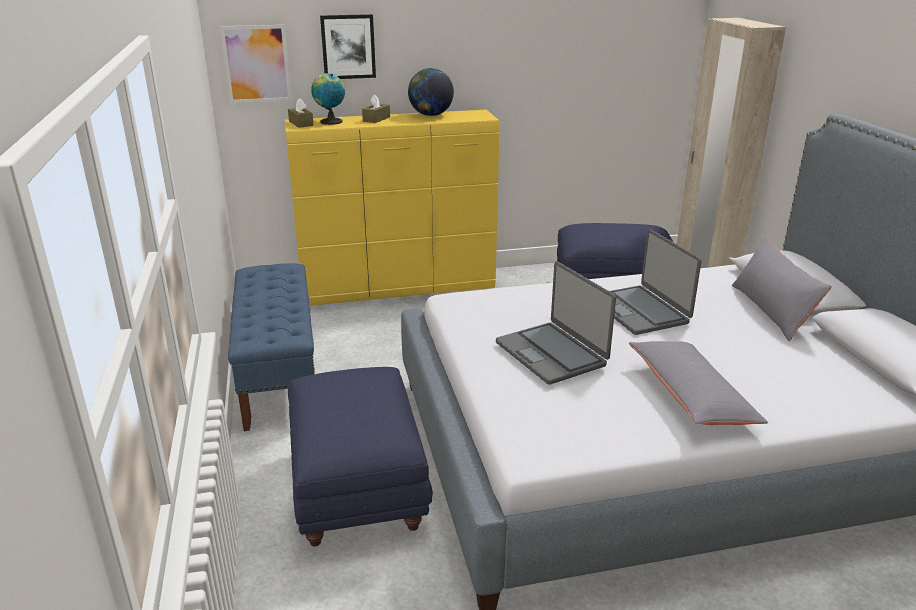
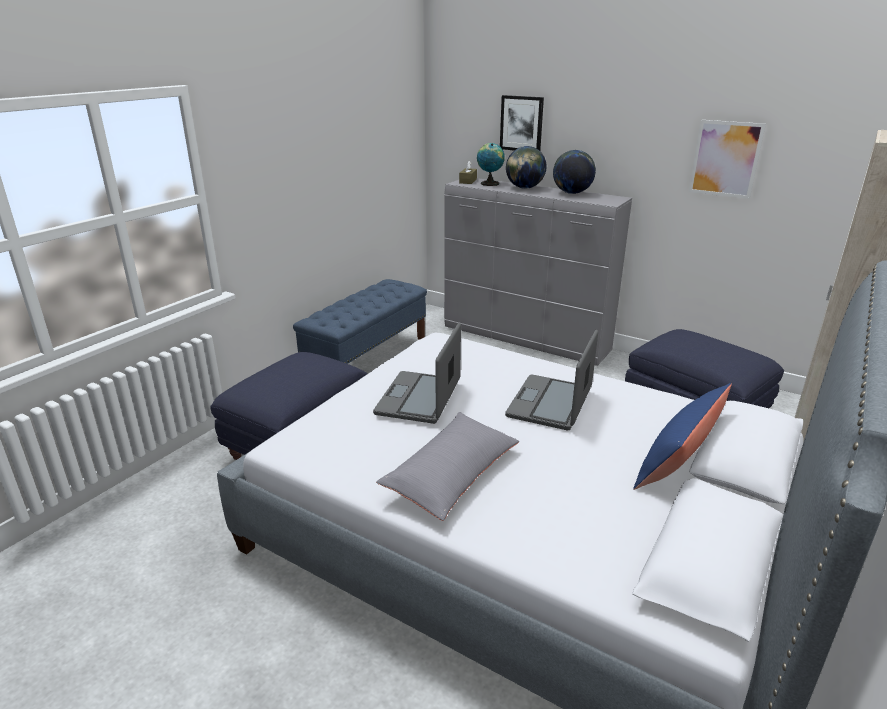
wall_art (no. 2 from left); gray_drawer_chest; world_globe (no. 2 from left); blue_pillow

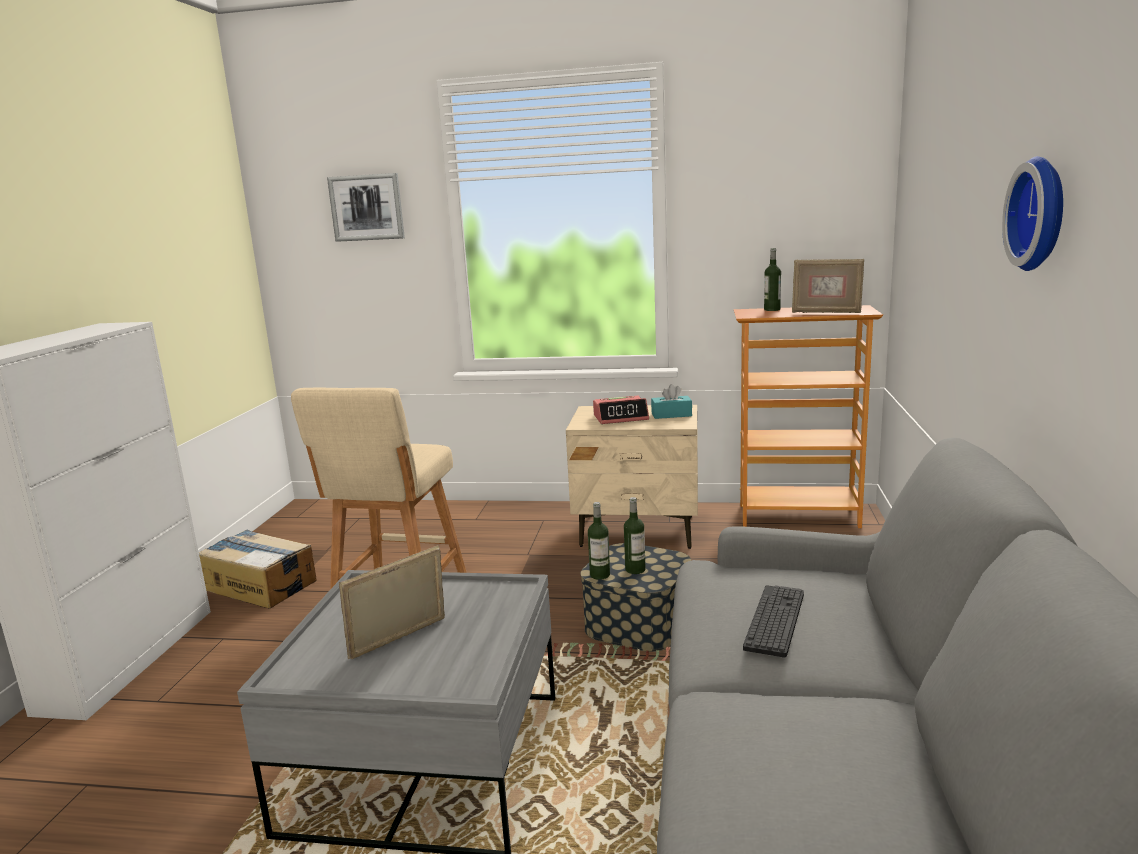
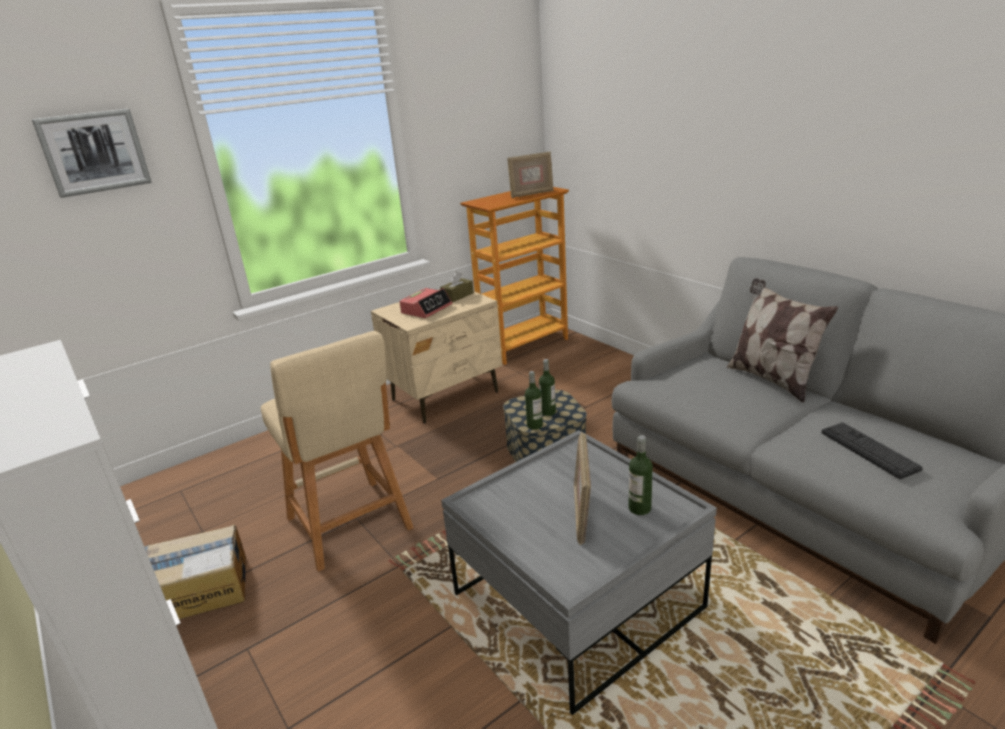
brownish_box_of_tissues; computer_keyboard; beverage_bottle (no. 3 from left); wall_clock; pillow

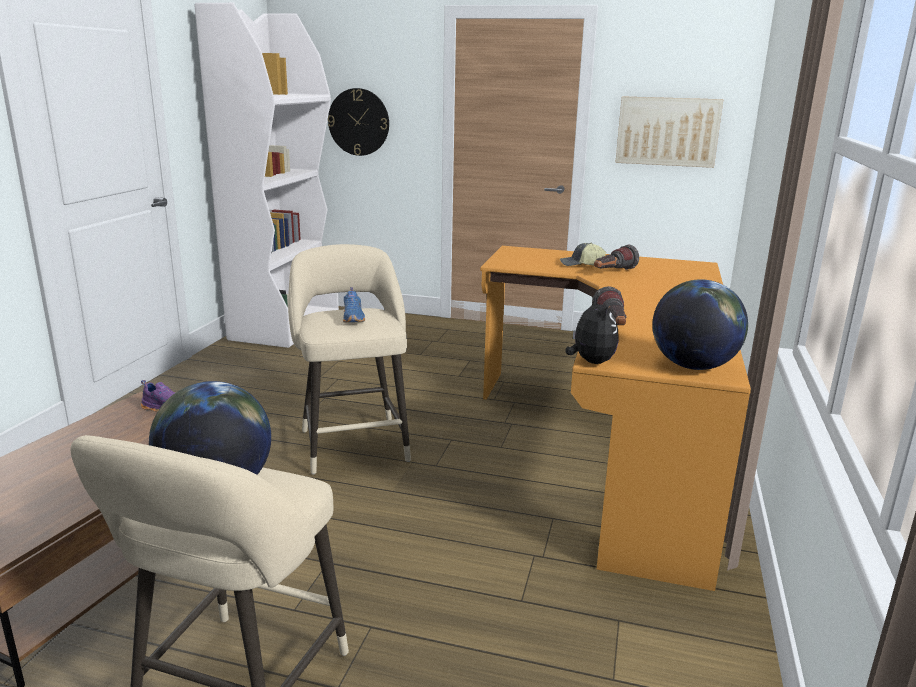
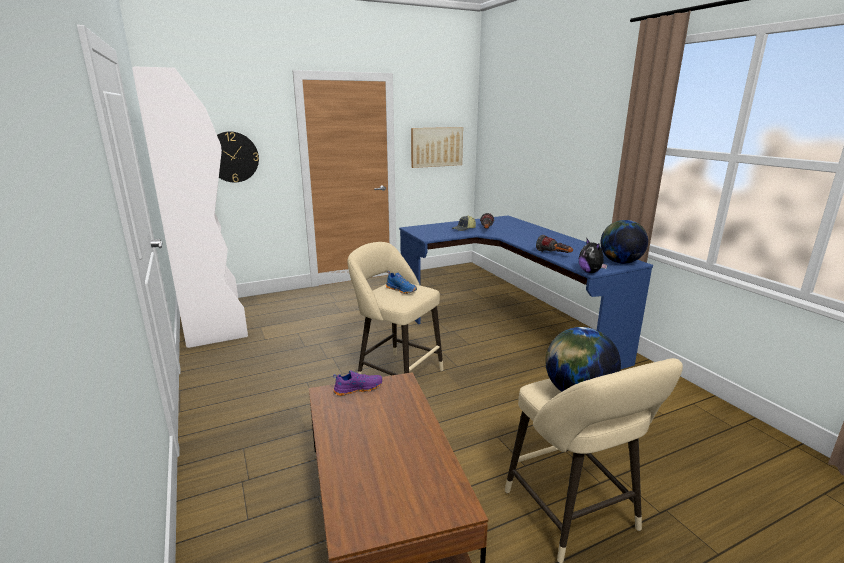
blue_desk_unit; soft_toy

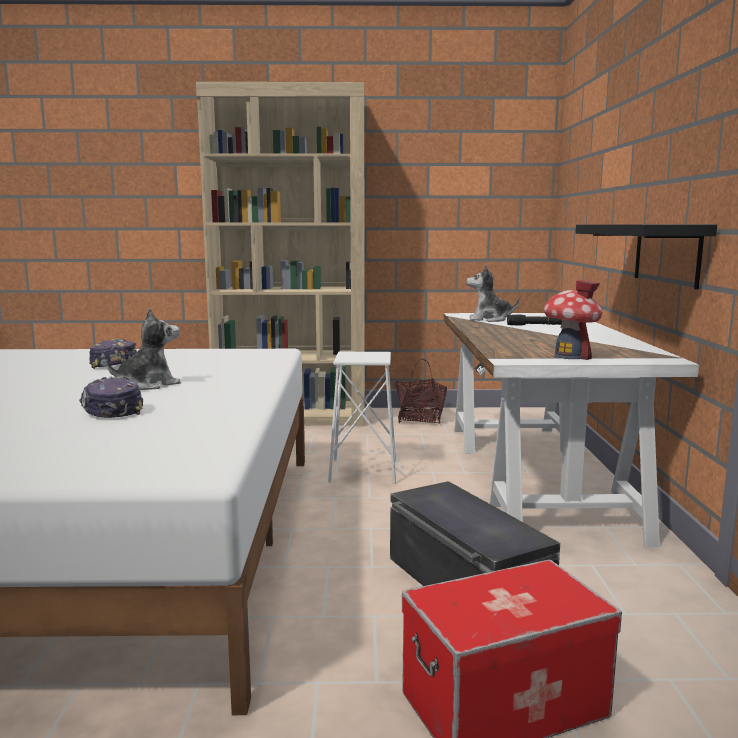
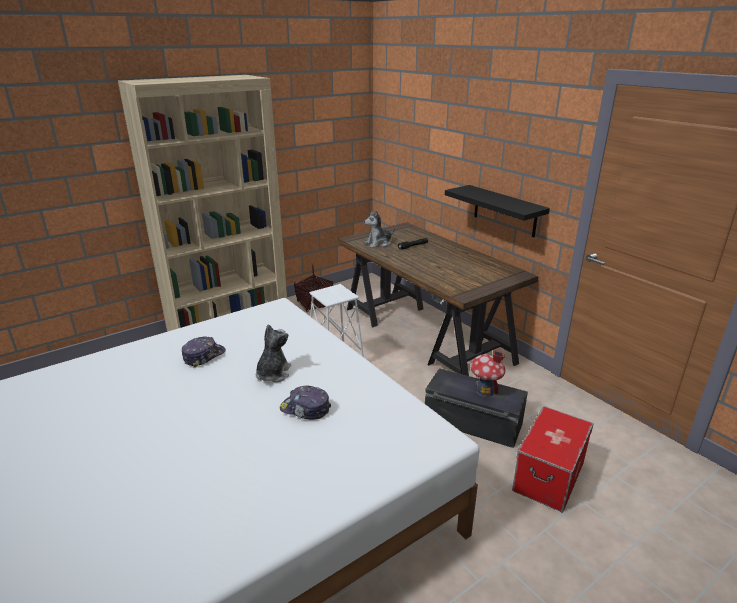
brownish_desk_unit; model_house

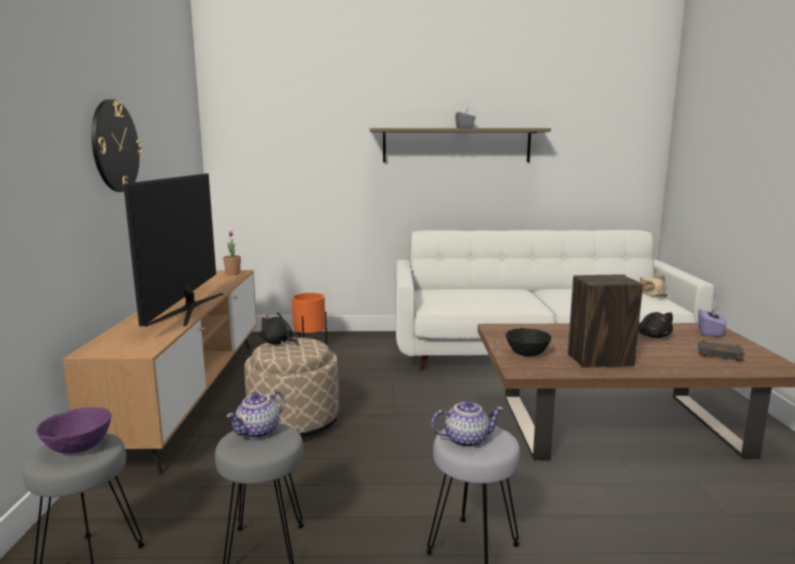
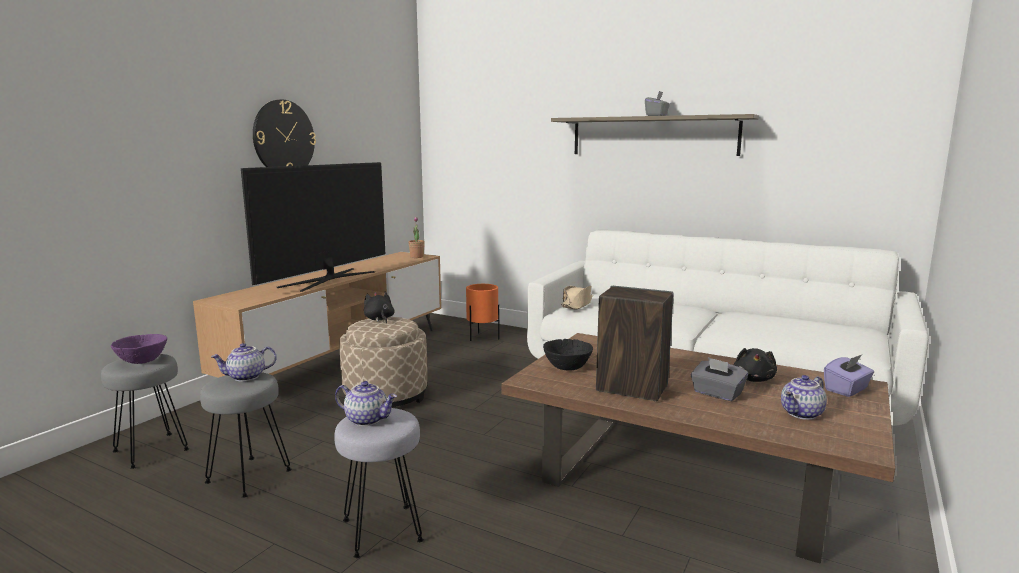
beige-coloured_hat; teapot (no. 3 from left); gray_box_of_tissues (no. 2 from left)

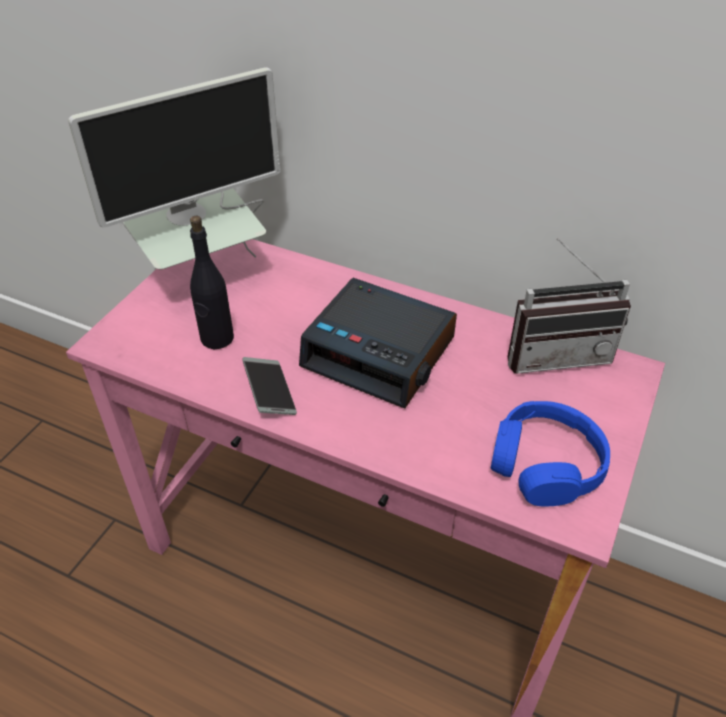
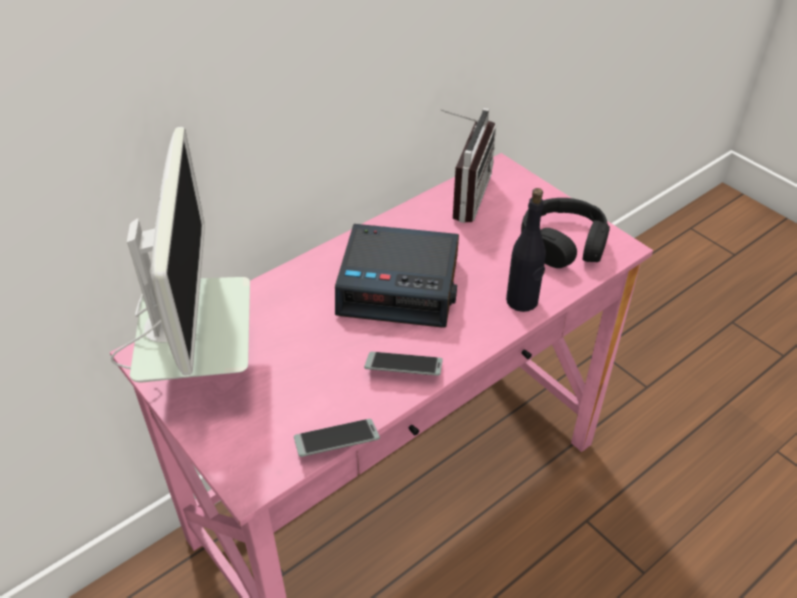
blackish_beverage_bottle; table_clock; blackish_headphones; handset (no. 1 from left)

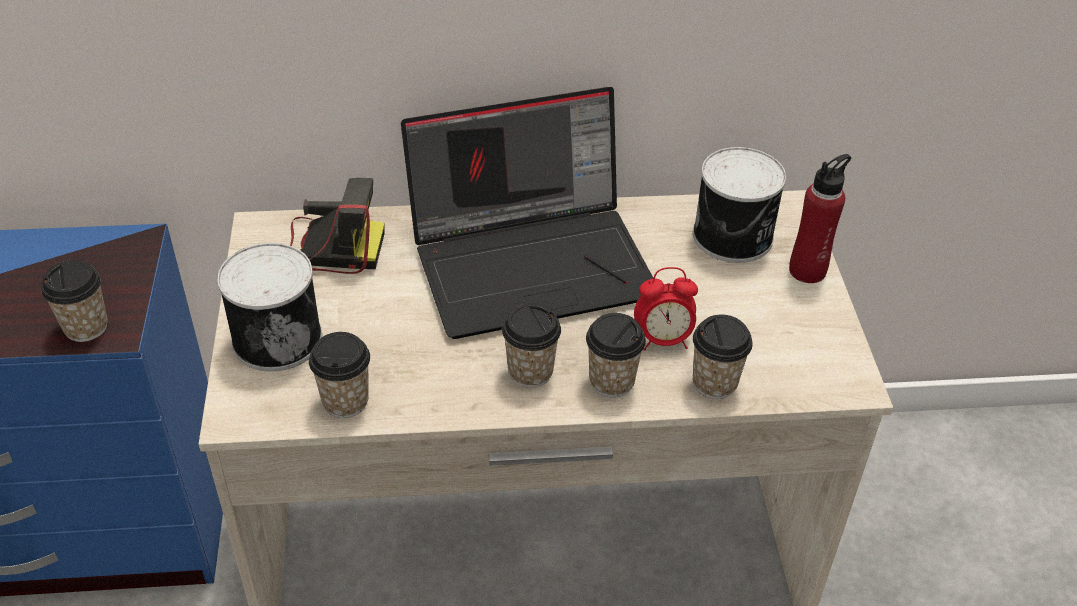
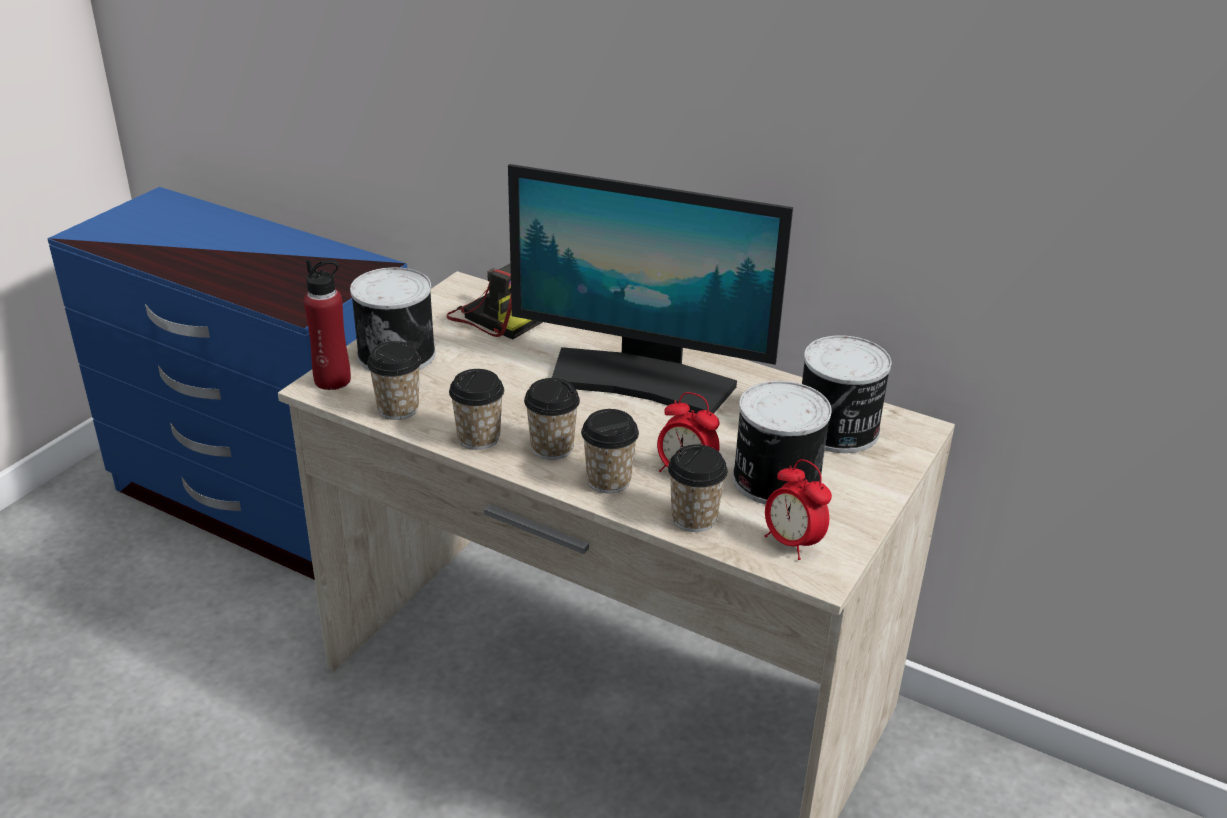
small_cup (no. 2 from left); monitor; red-coloured_beverage_bottle; metal_can (no. 2 from left); table_clock (no. 2 from left)

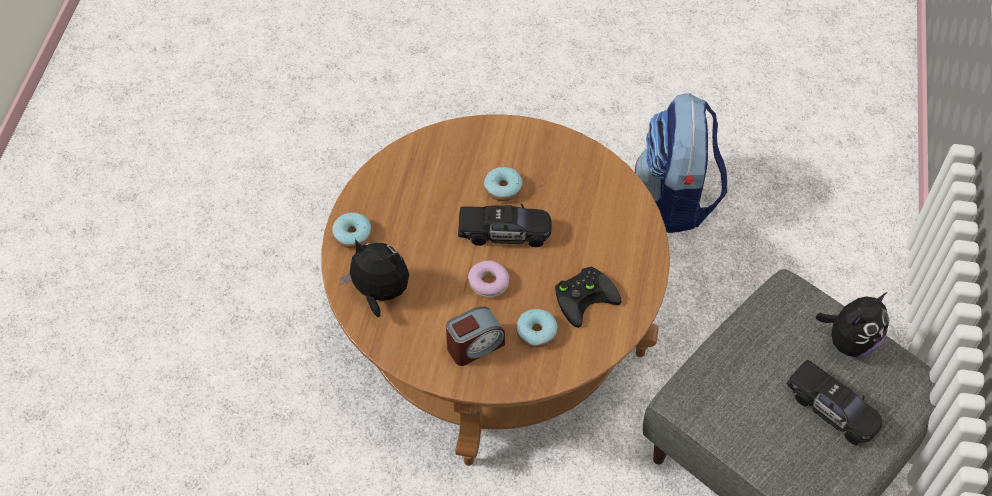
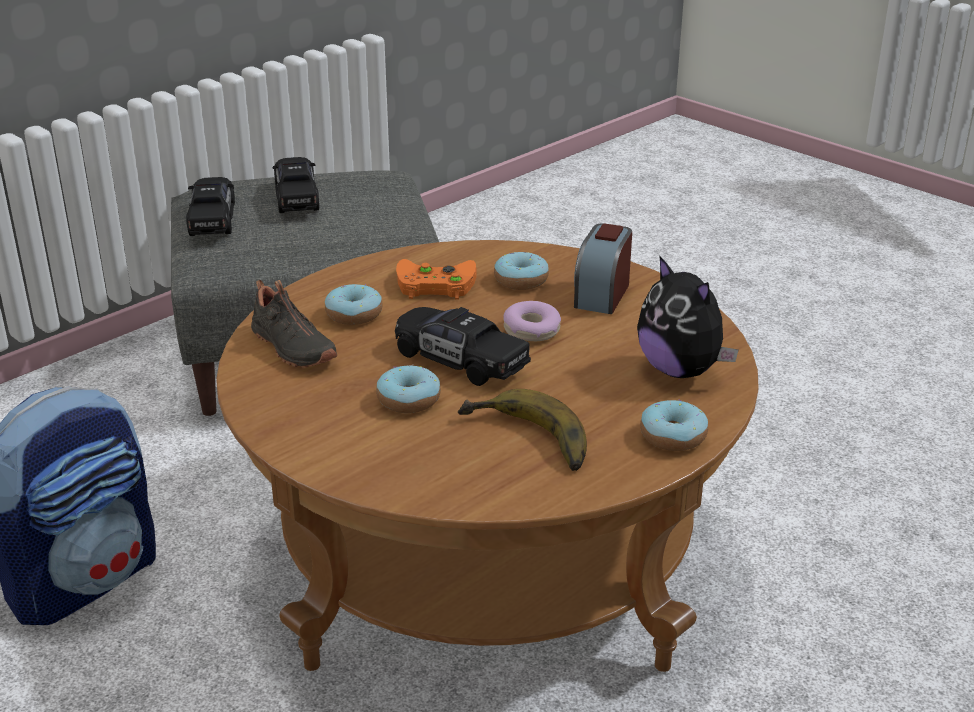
table_clock; orange-coloured_joypad; blackish_model_car (no. 1 from left); blackish_item_of_footwear; doughnut (no. 1 from left); whole_banana

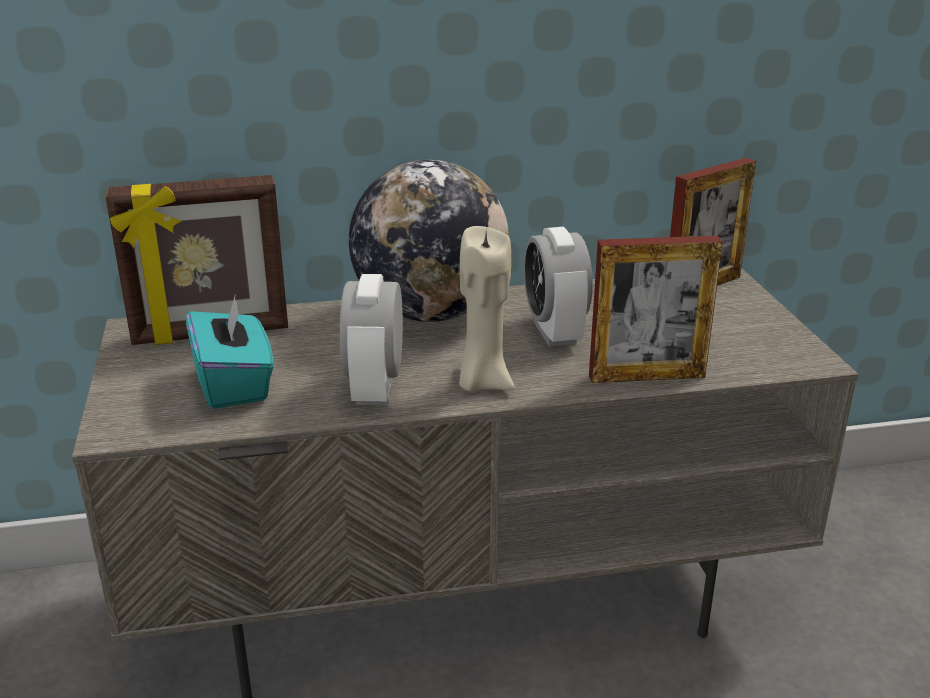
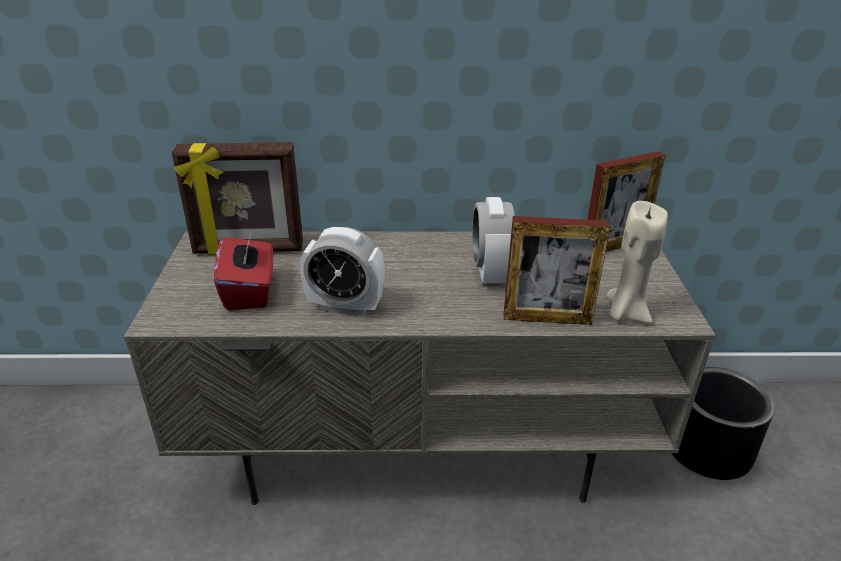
red-coloured_box_of_tissues; table_clock (no. 1 from left); world_globe; beige-coloured_wax_candle; blackish_flower_pot

